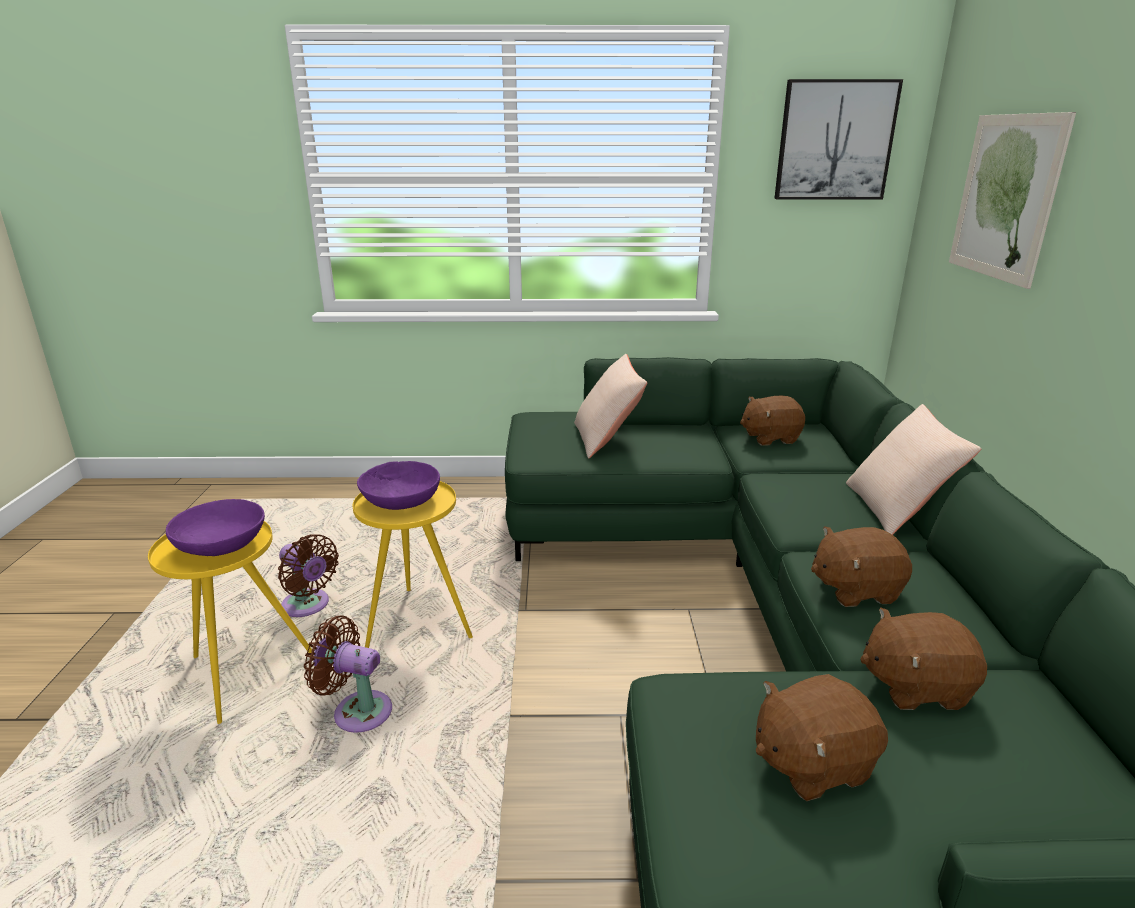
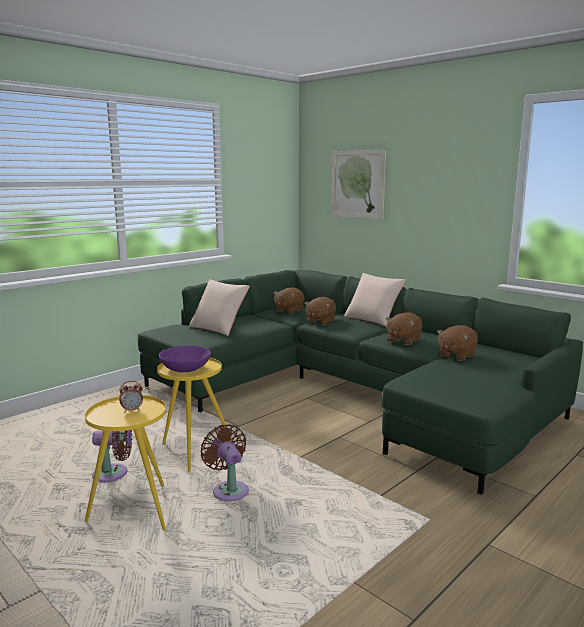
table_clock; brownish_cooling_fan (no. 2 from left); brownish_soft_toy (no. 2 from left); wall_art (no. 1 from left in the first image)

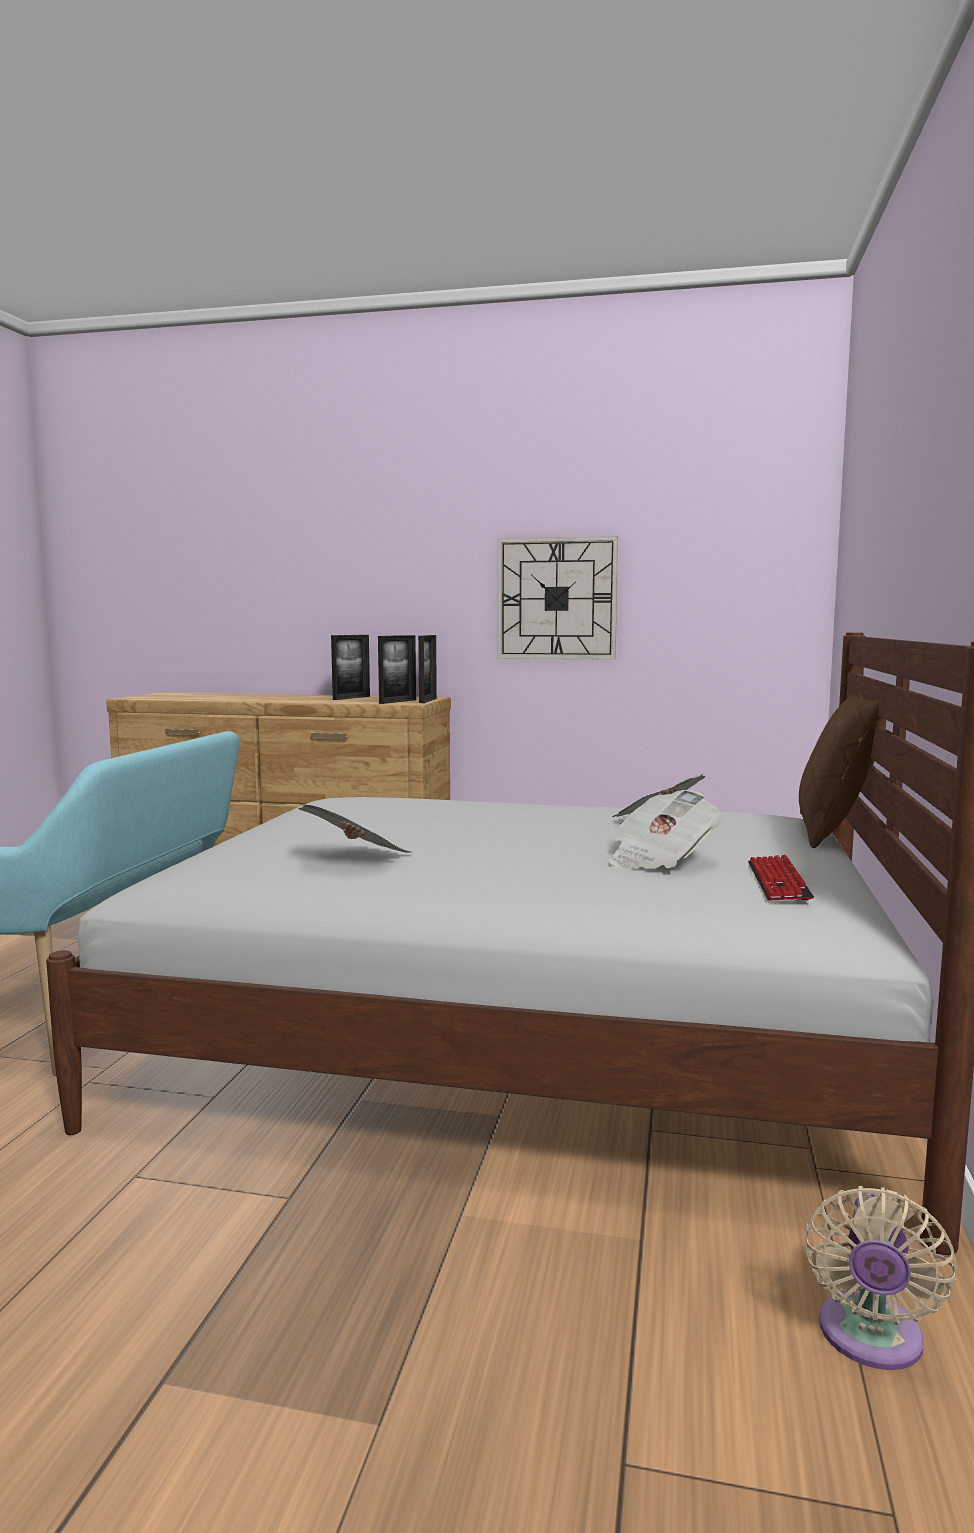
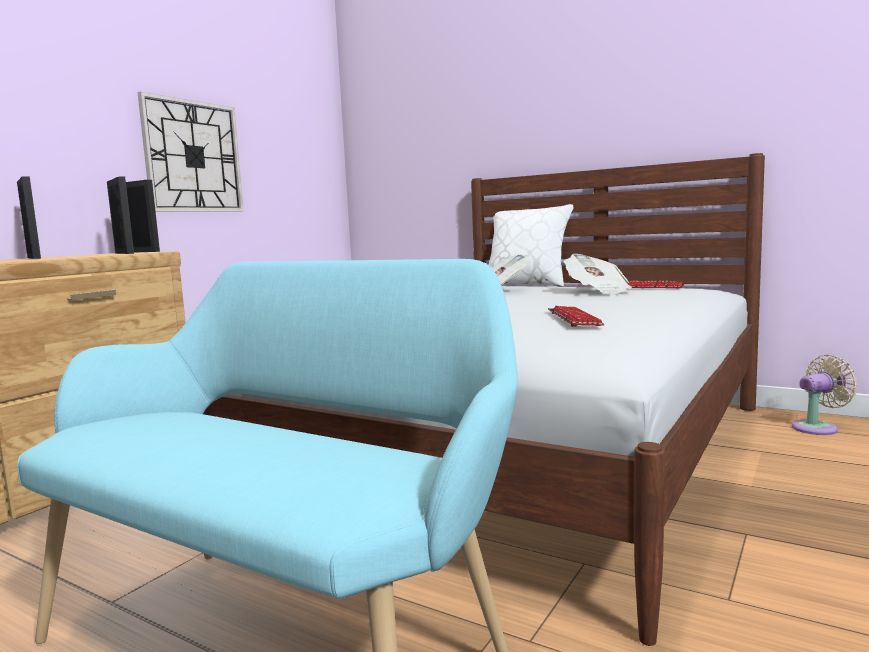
computer_keyboard (no. 1 from left); whitish_pillow; beige-coloured_cooling_fan

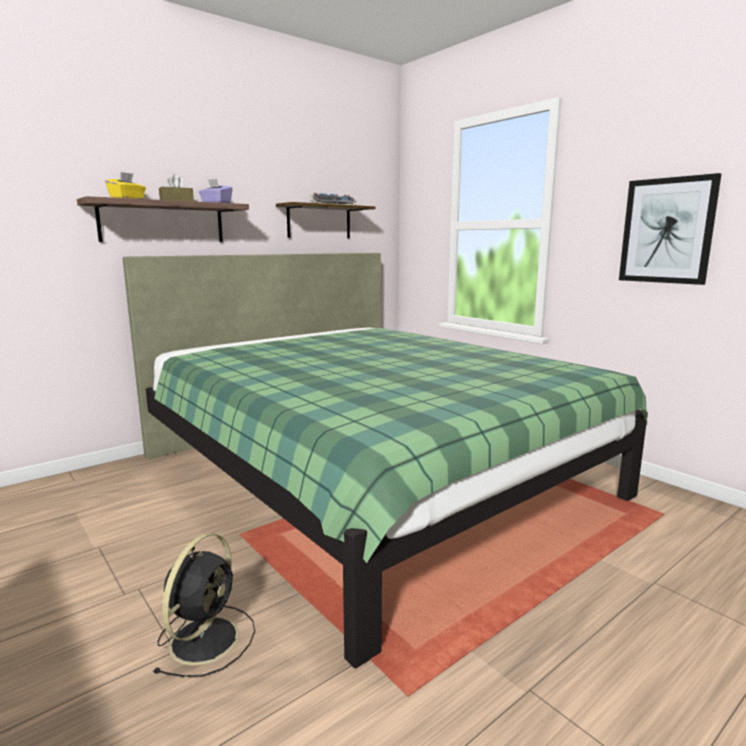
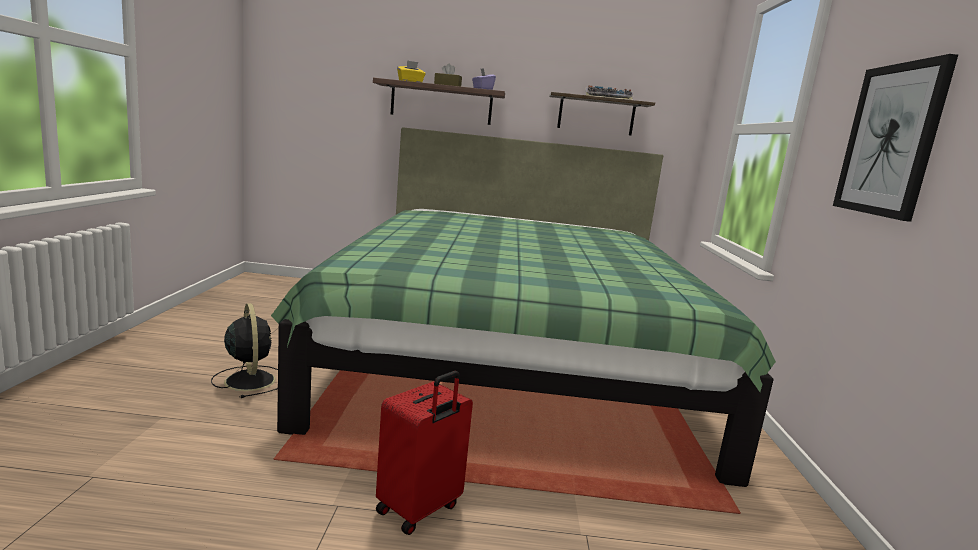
blackish_cooling_fan; red-coloured_piece_of_luggage

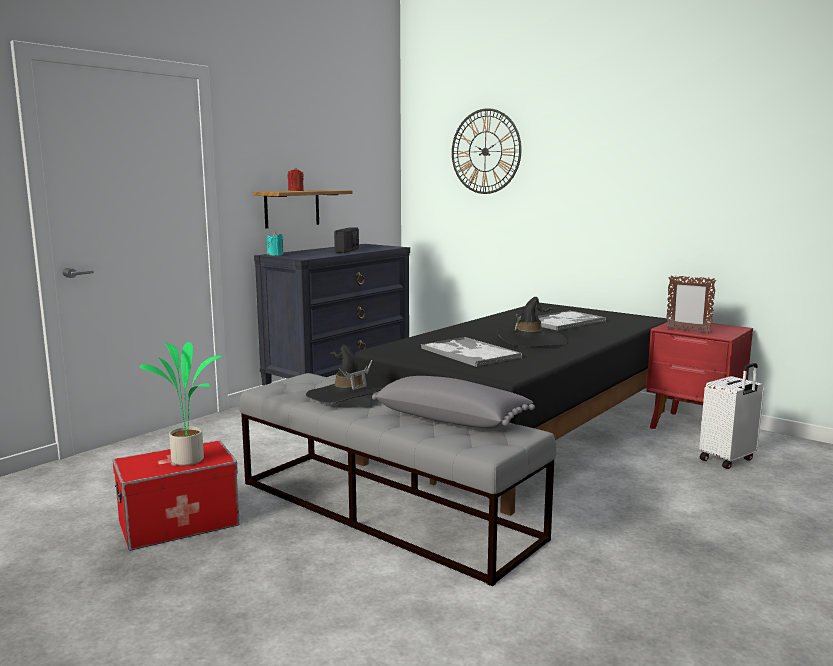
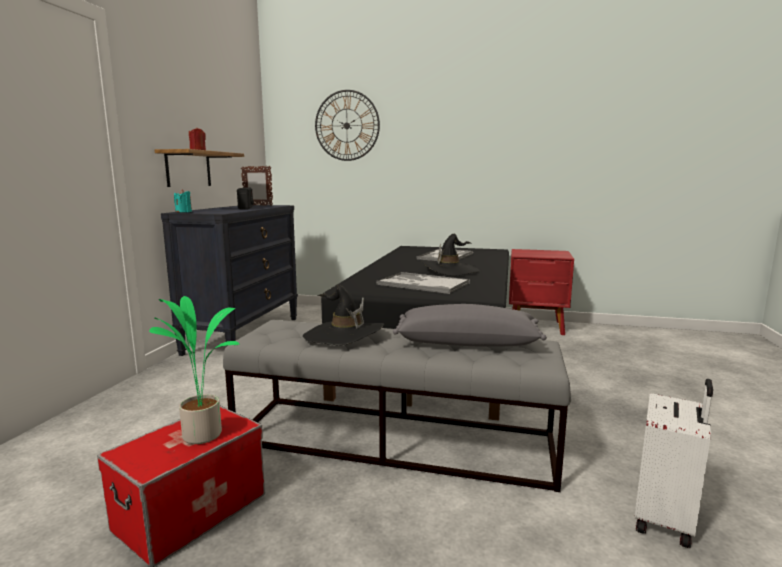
standing_frame; whitish_piece_of_luggage

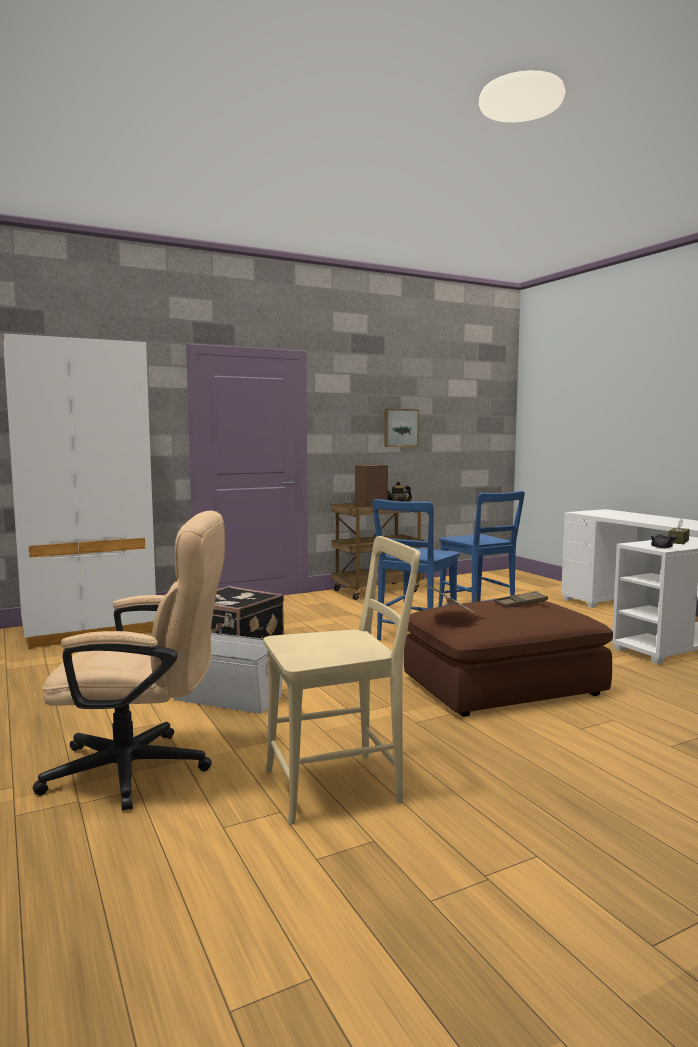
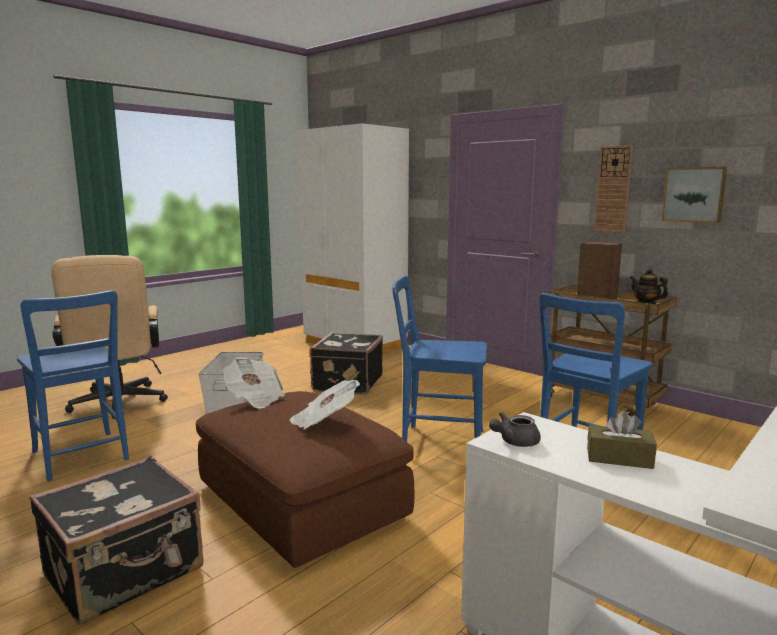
blue_plain_chair (no. 1 from left); daily_paper (no. 2 from left); blackish_piece_of_luggage (no. 1 from left); wall_clock

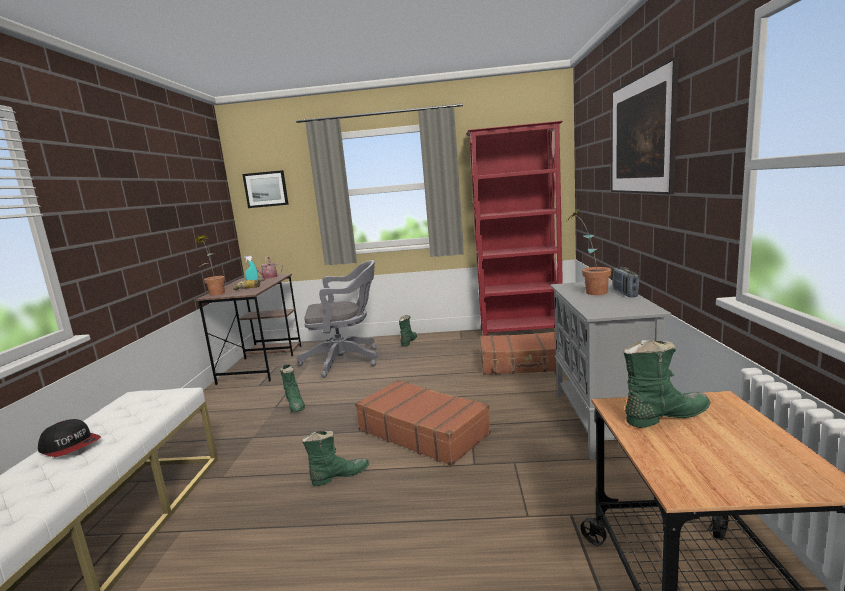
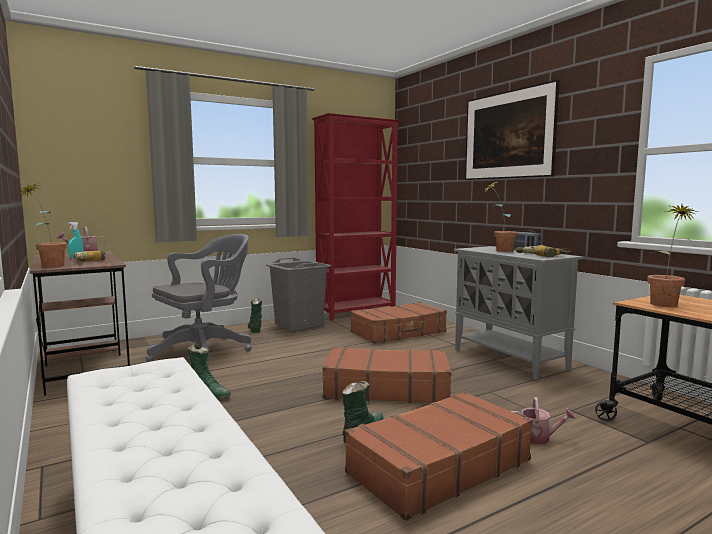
baseball_cap; wall_art (no. 1 from left in the first image); houseplant (no. 3 from left); gray_washing_basket; brownish_piece_of_luggage (no. 3 from left); sprinkling_can (no. 2 from left); electric_drill (no. 2 from left)

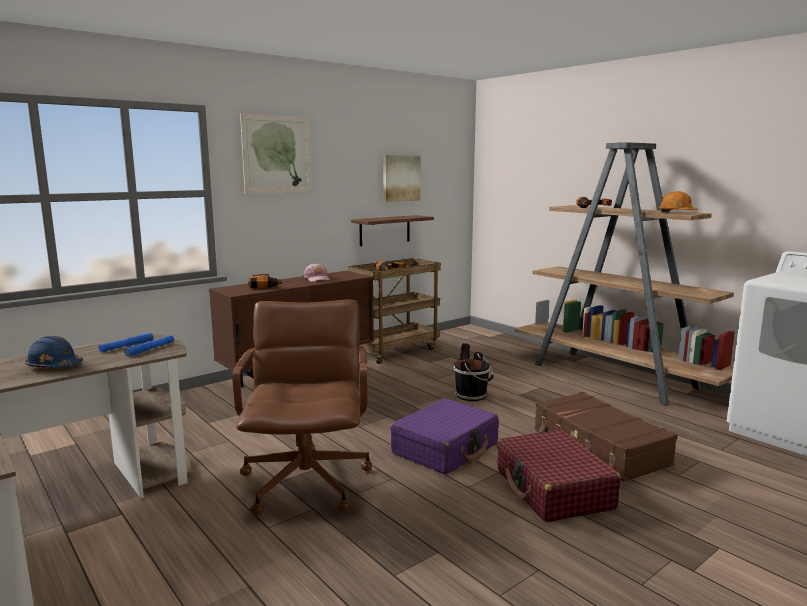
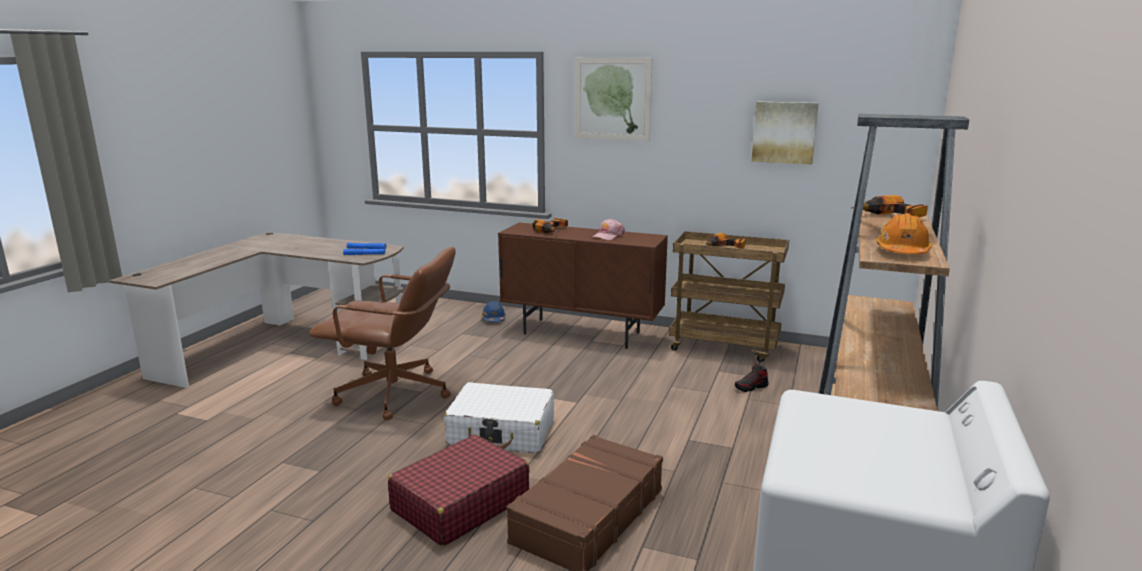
blue_safety_helmet; brownish_office_chair; brownish_shelf; whitish_piece_of_luggage; blackish_water_bucket

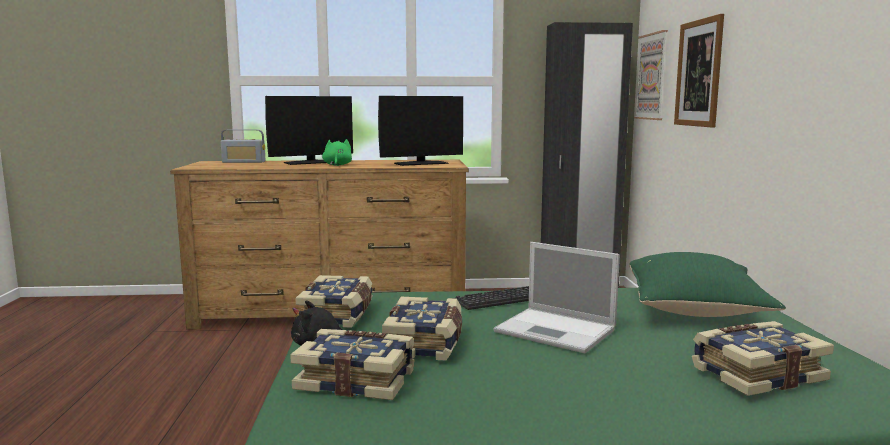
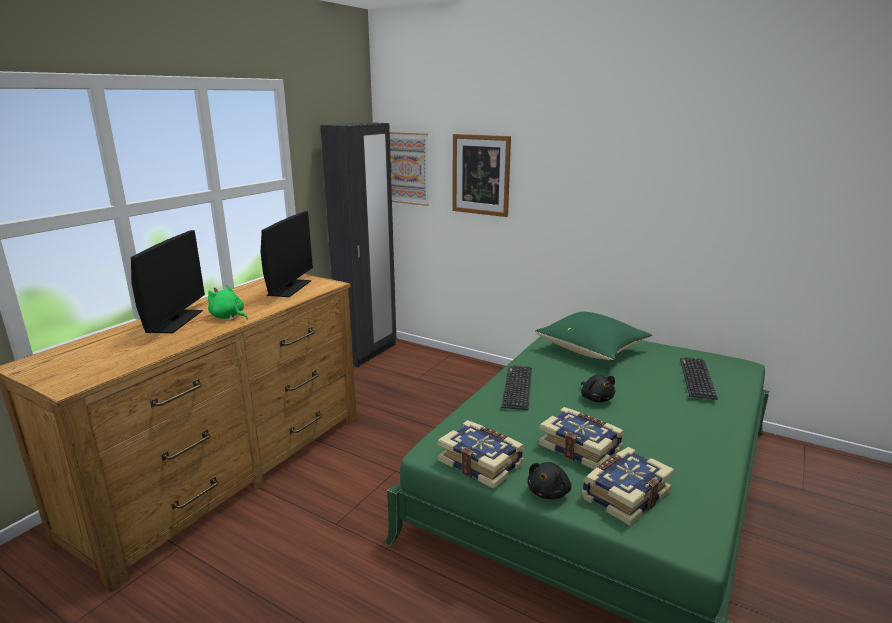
radio_set; blackish_soft_toy (no. 2 from left); computer_keyboard (no. 2 from left)

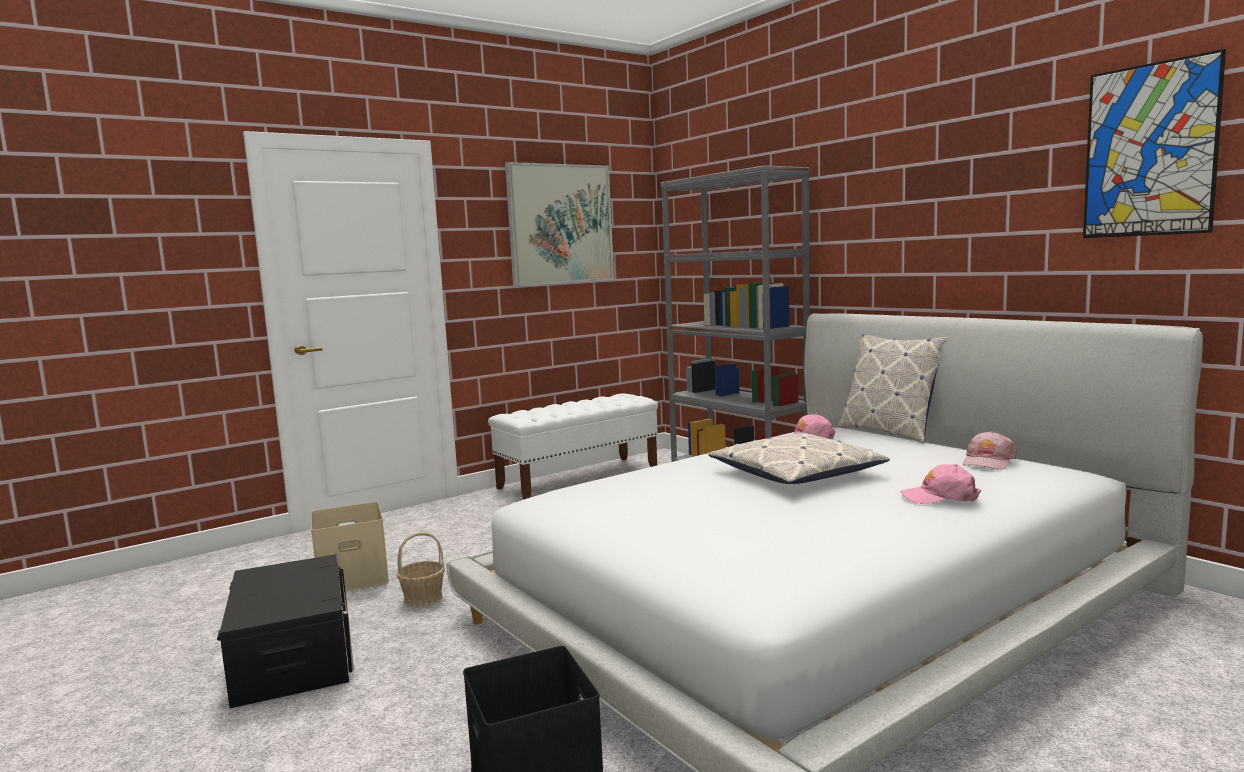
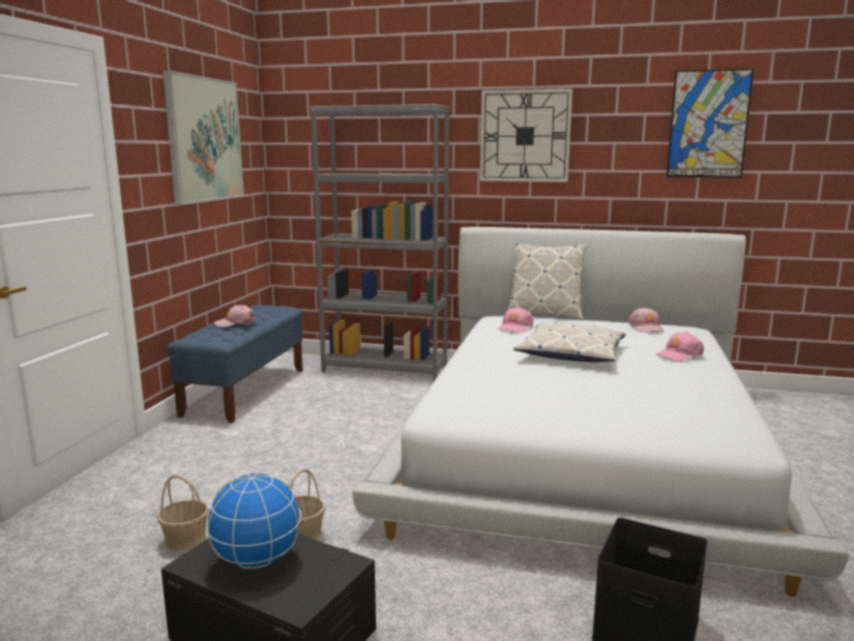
household_basket (no. 1 from left); blue_indoor_bench; world_globe; pink_baseball_cap (no. 1 from left); wall_clock

